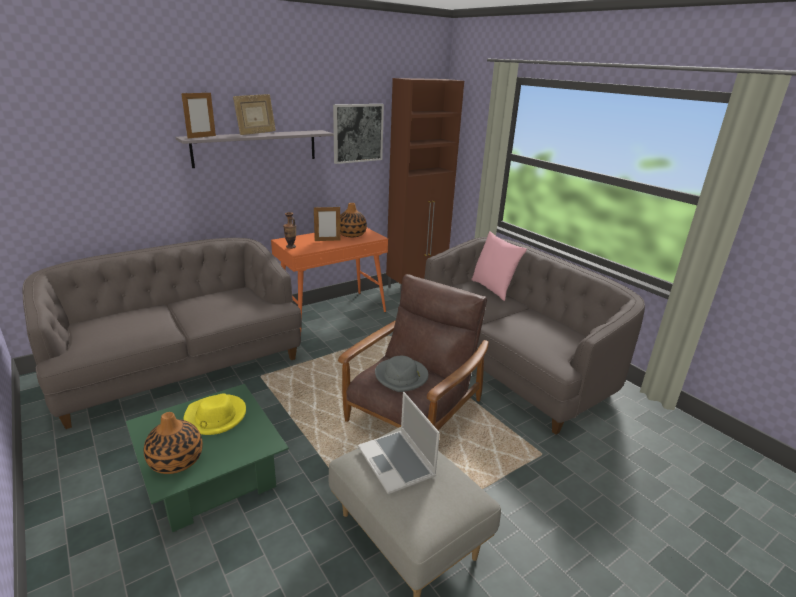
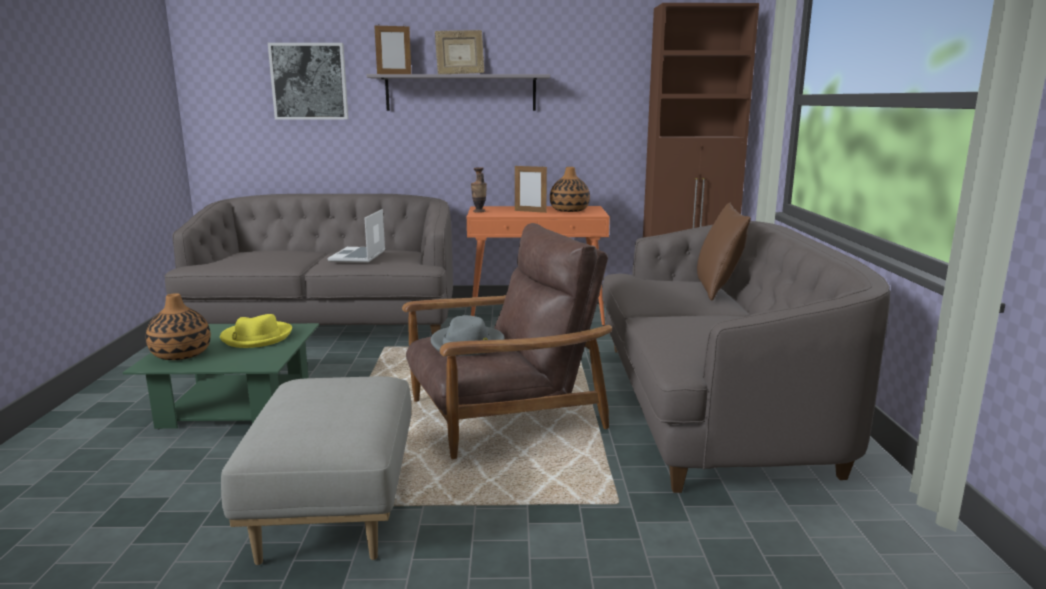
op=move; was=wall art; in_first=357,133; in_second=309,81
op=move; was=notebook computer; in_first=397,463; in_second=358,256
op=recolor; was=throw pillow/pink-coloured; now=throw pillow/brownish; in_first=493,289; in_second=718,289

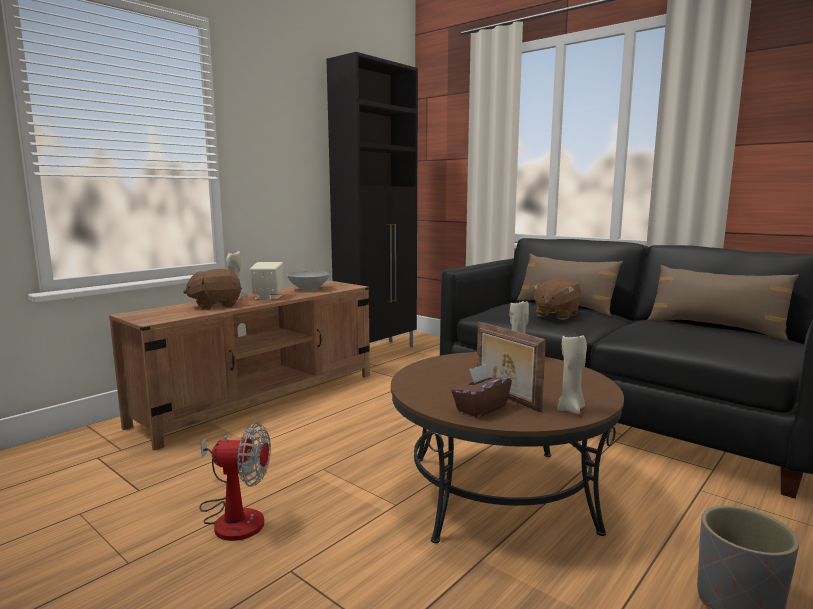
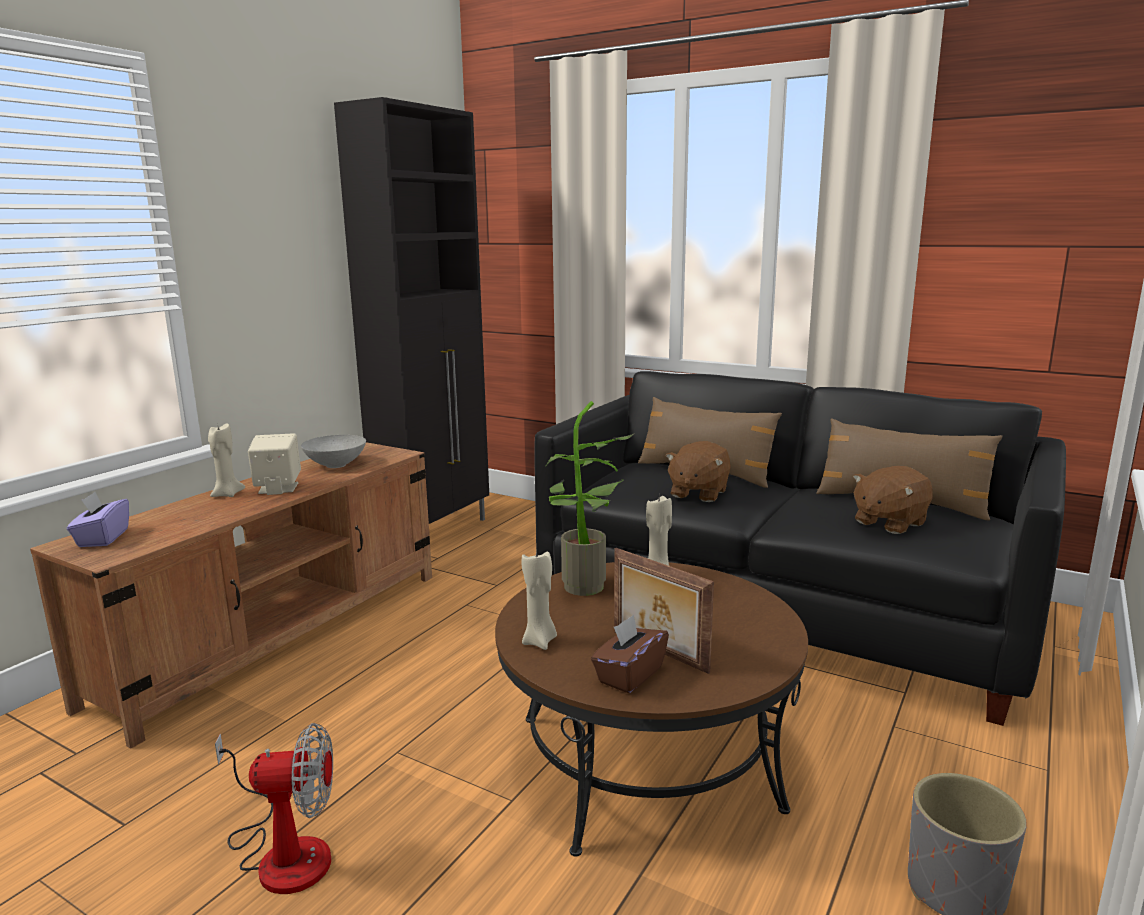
op=insert; now=tissue holder/purple-coloured; in_second=102,538
op=insert; now=houseplant; in_second=585,589
op=move; was=plush toy/brownish; in_first=215,305; in_second=889,522
op=move; was=candle/sand-coloured; in_first=571,409; in_second=540,641

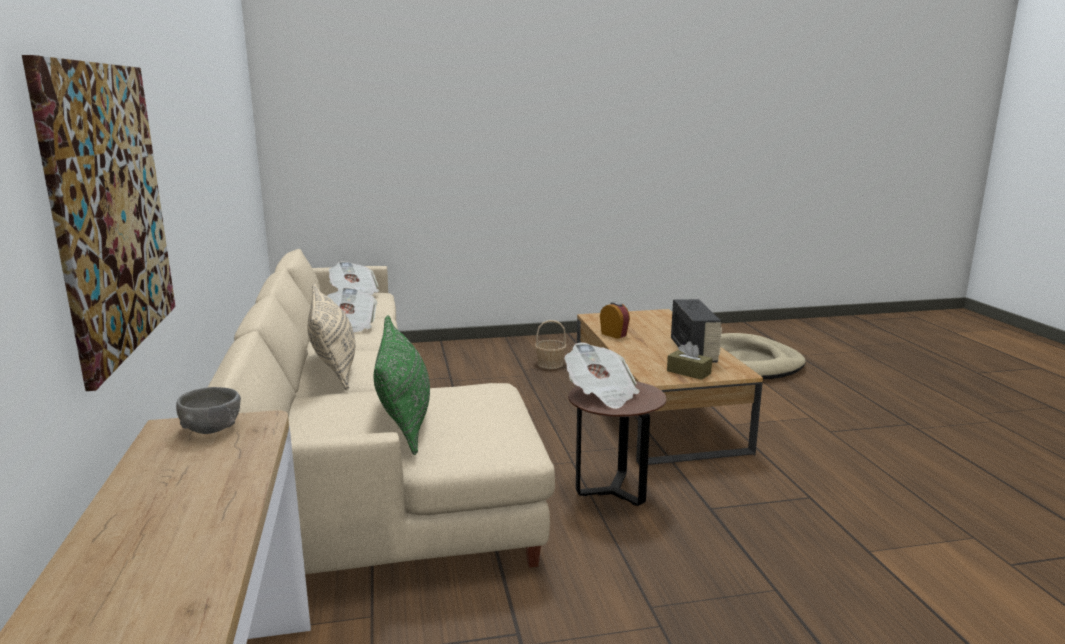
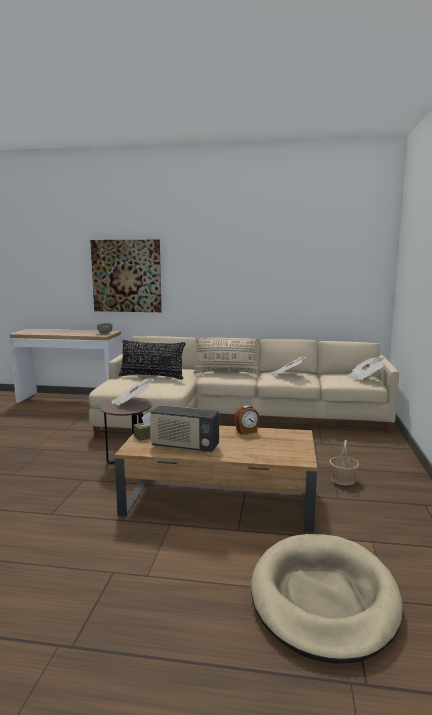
op=recolor; was=throw pillow/green-coloured; now=throw pillow/black-coloured; in_first=404,419; in_second=152,376

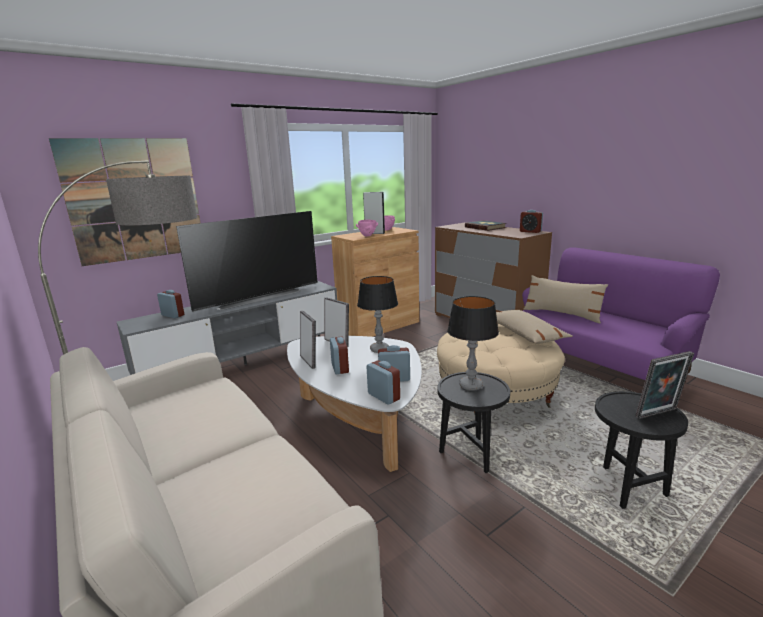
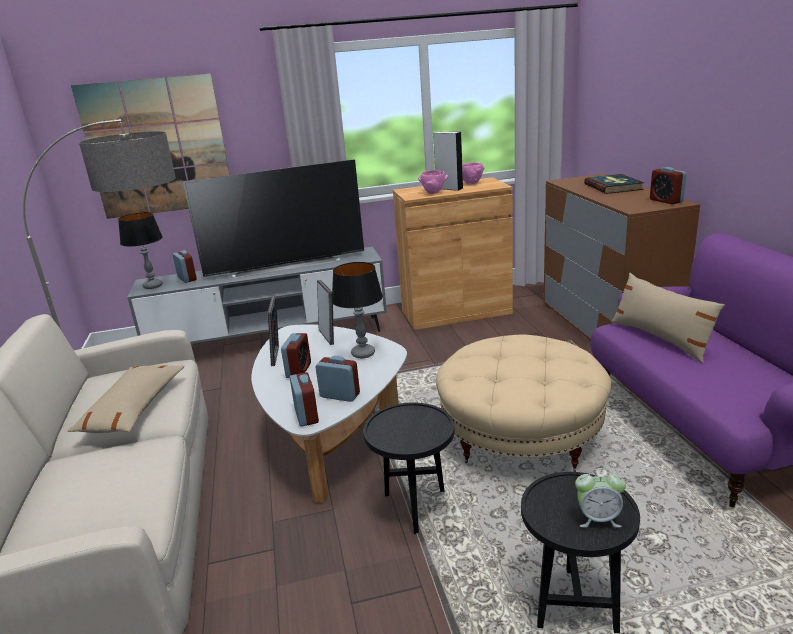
op=move; was=tabletop lamp; in_first=471,385; in_second=153,286
op=move; was=throw pillow/sand-coloured; in_first=525,334; in_second=133,409
op=replace; was=photo frame; now=alarm clock; in_first=658,414; in_second=598,519

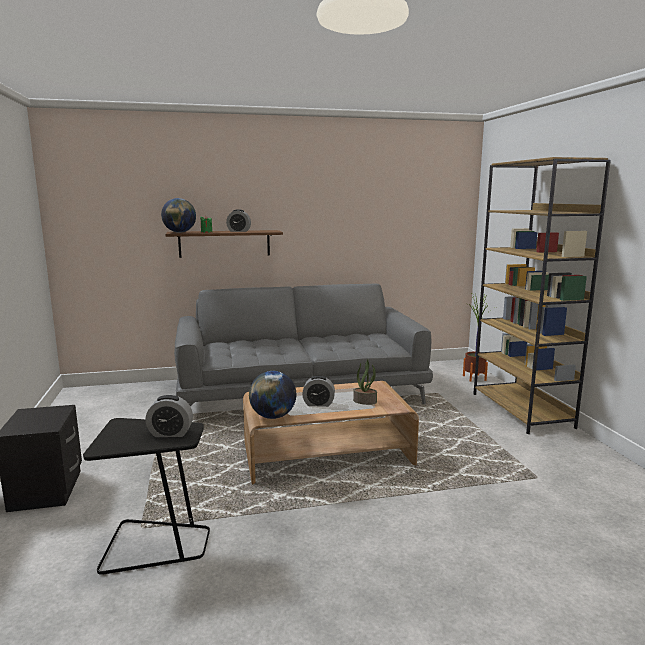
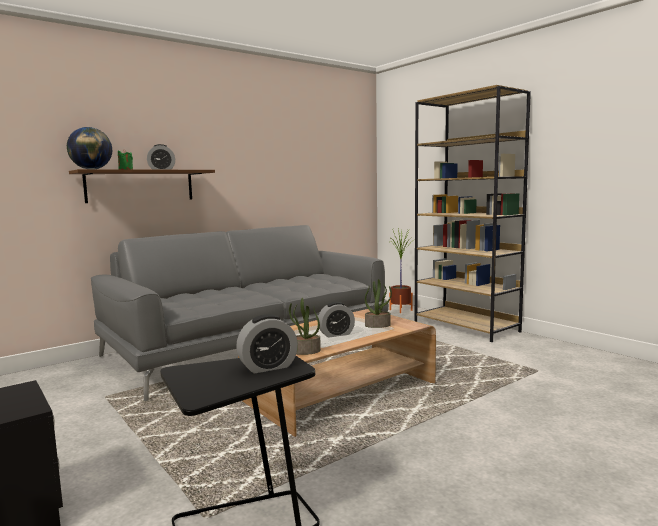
op=replace; was=world globe; now=houseplant; in_first=273,416; in_second=305,351

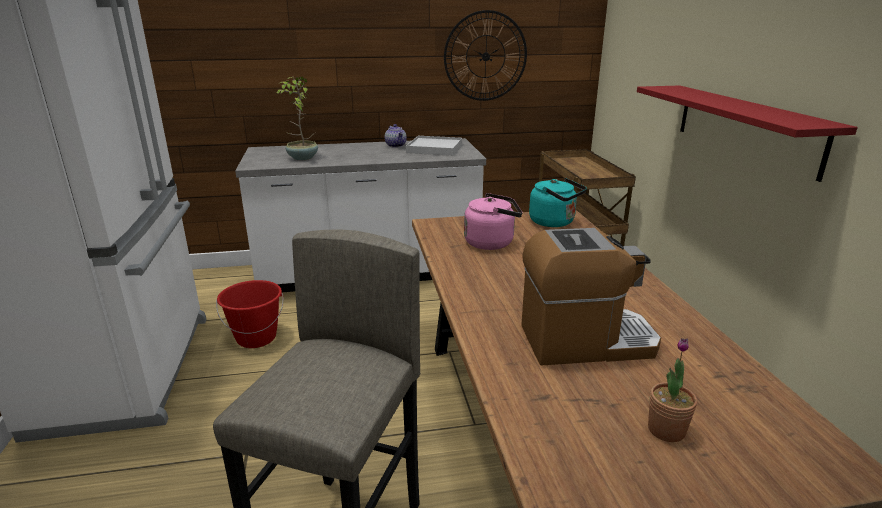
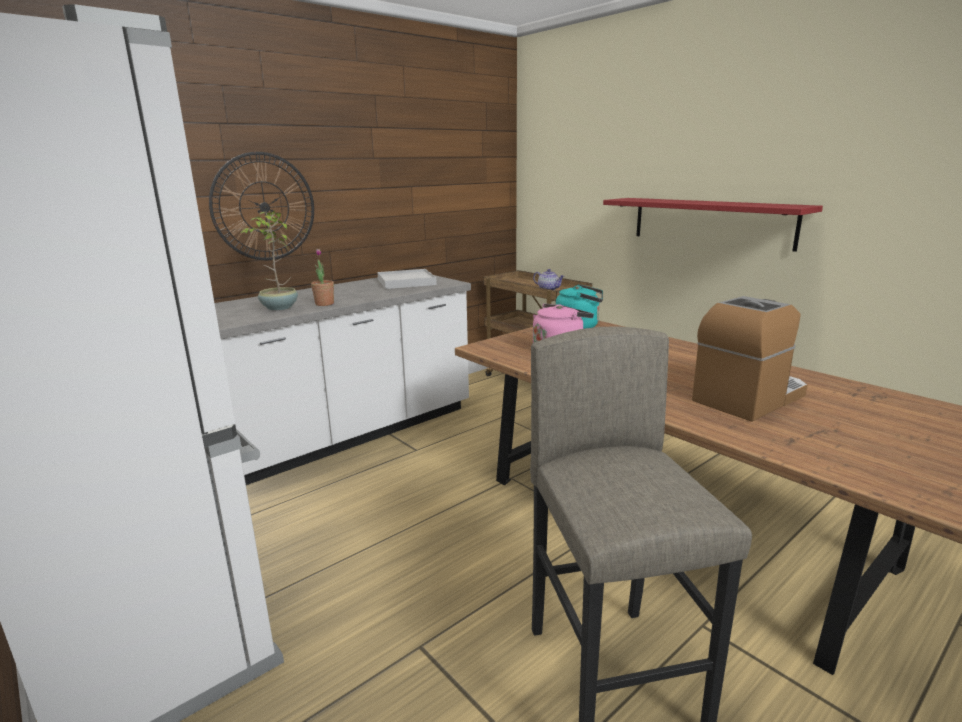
op=delete; was=bucket/red; in_first=256,338
op=move; was=pot for tea; in_first=396,145; in_second=548,289
op=move; was=clock on the wall; in_first=485,56; in_second=264,207
op=move; was=houseplant; in_first=666,430; in_second=324,304

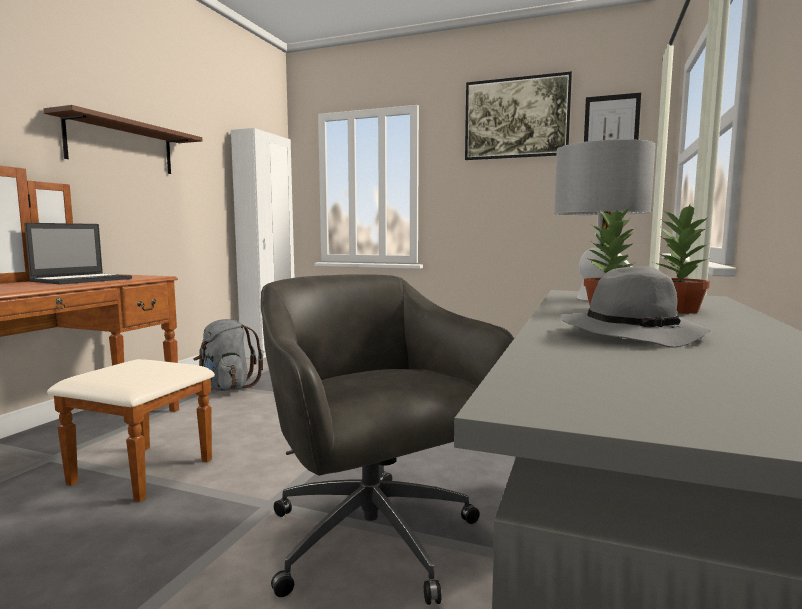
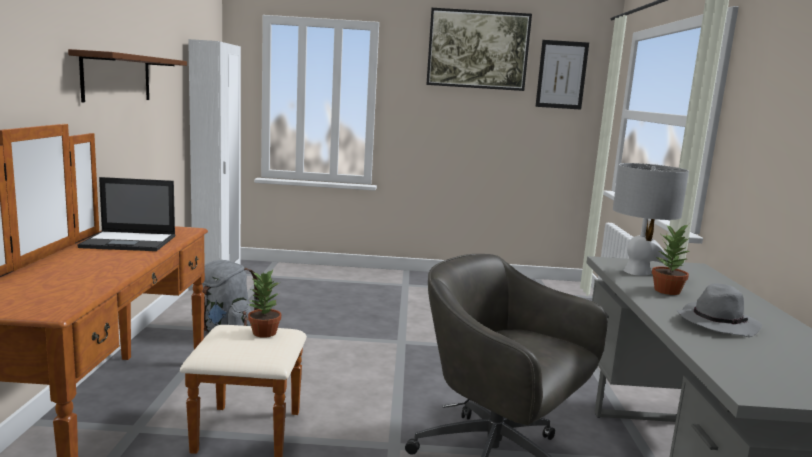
op=move; was=houseplant; in_first=676,310; in_second=263,333
op=rotate; was=notebook computer; in_first=83,280; in_second=130,242; clockwise=75

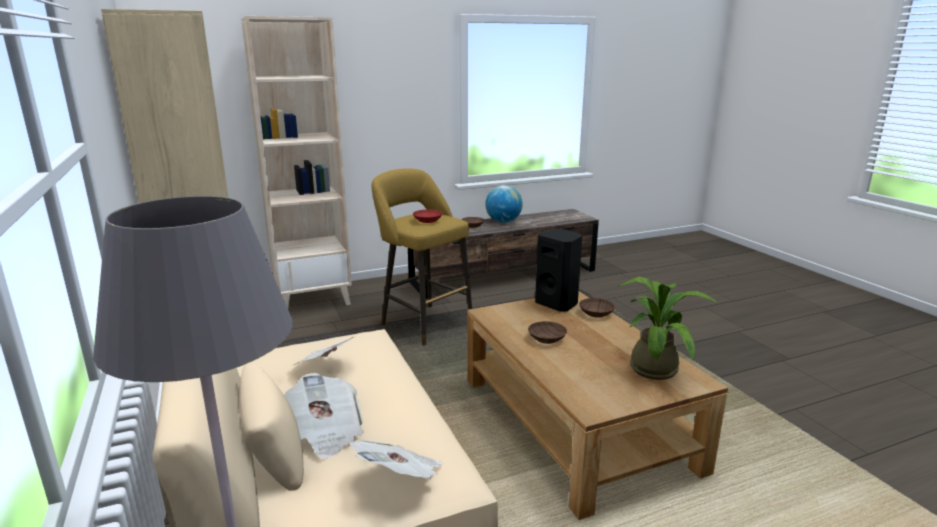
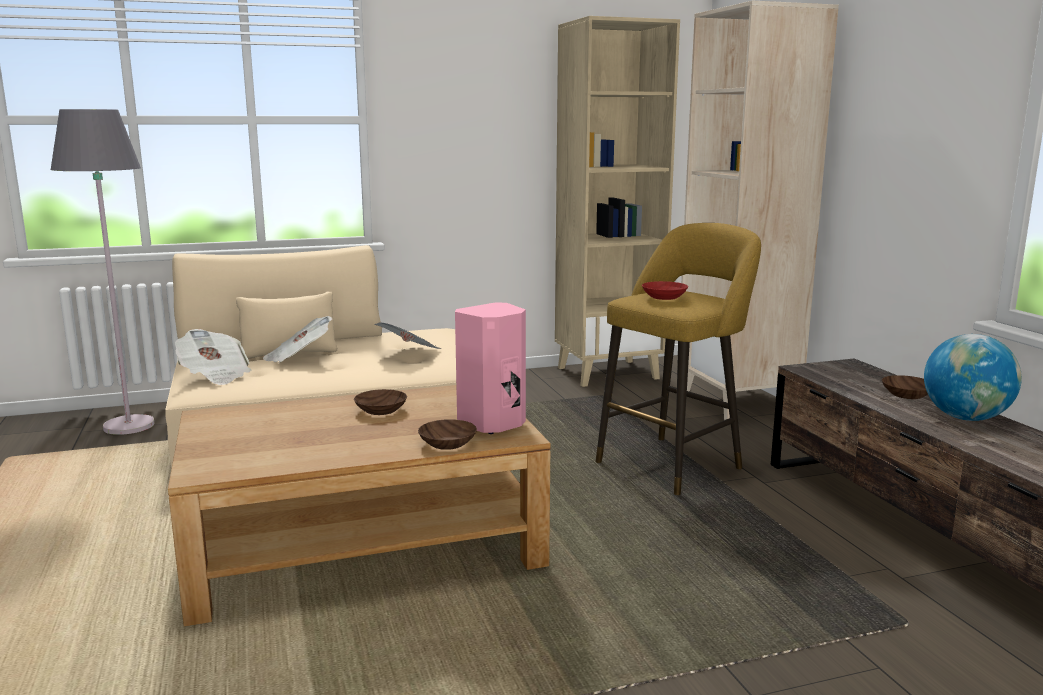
op=delete; was=houseplant; in_first=655,367
op=recolor; was=audio speaker/black-coloured; now=audio speaker/pink-coloured; in_first=557,304; in_second=493,424

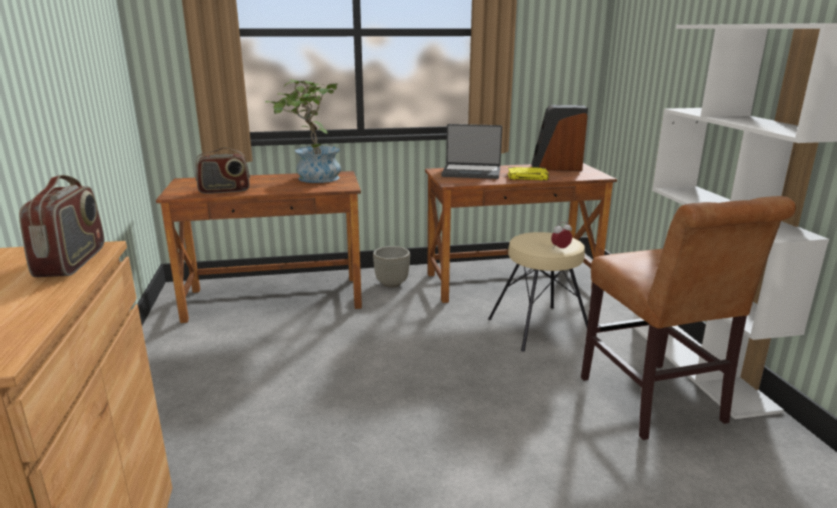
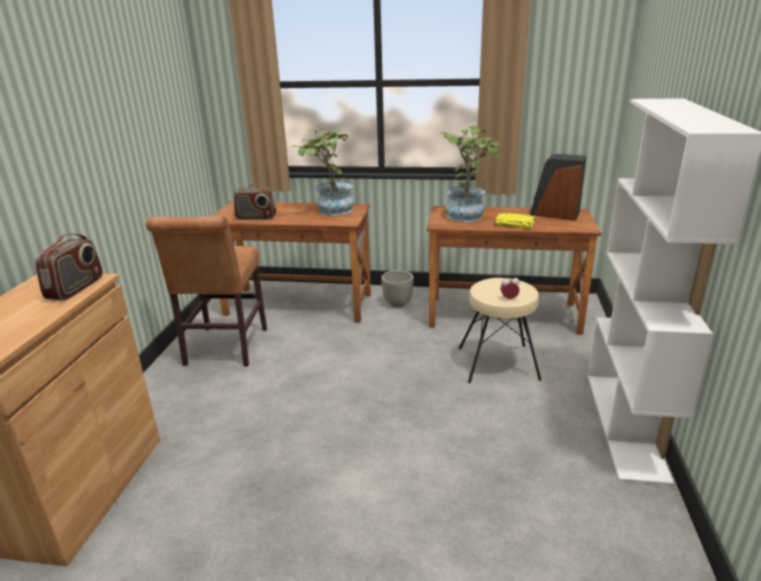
op=move; was=plain chair/brownish; in_first=655,404; in_second=224,349
op=replace; was=notebook computer; now=houseplant; in_first=471,172; in_second=468,214

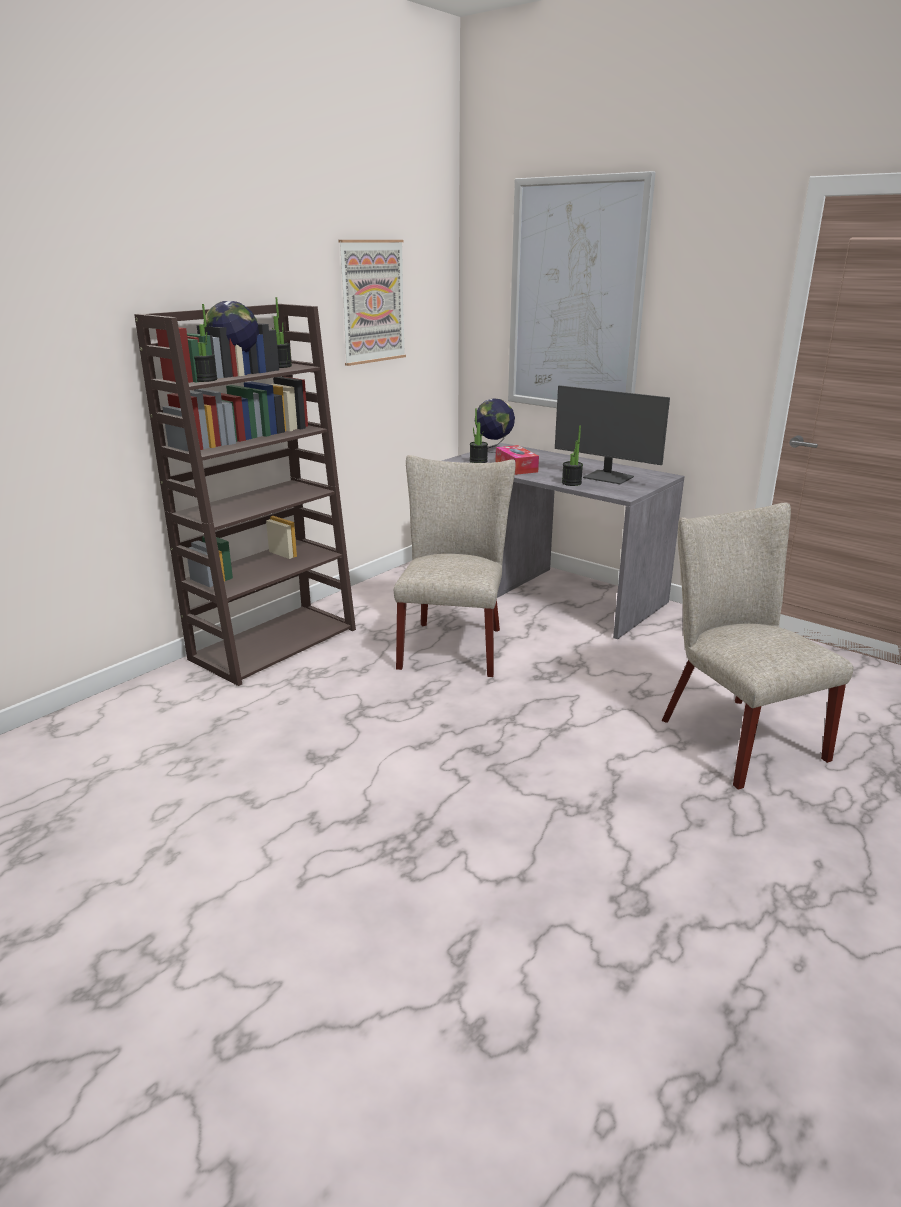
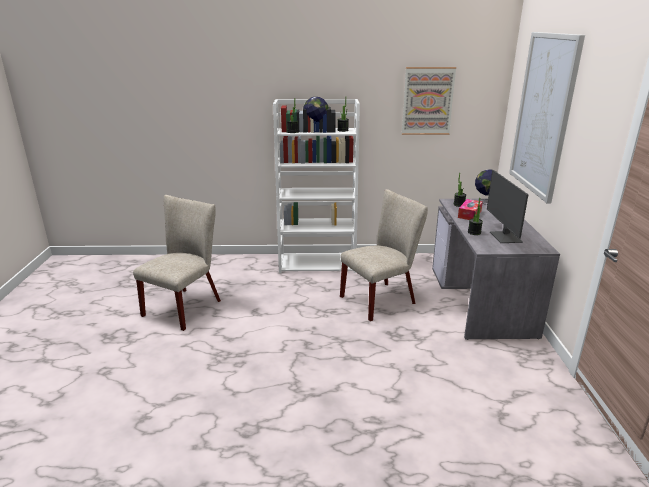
op=move; was=plain chair/sand-coloured; in_first=732,734; in_second=186,306
op=recolor; was=bookcase/brownish; now=bookcase/whitish; in_first=275,643; in_second=318,263

